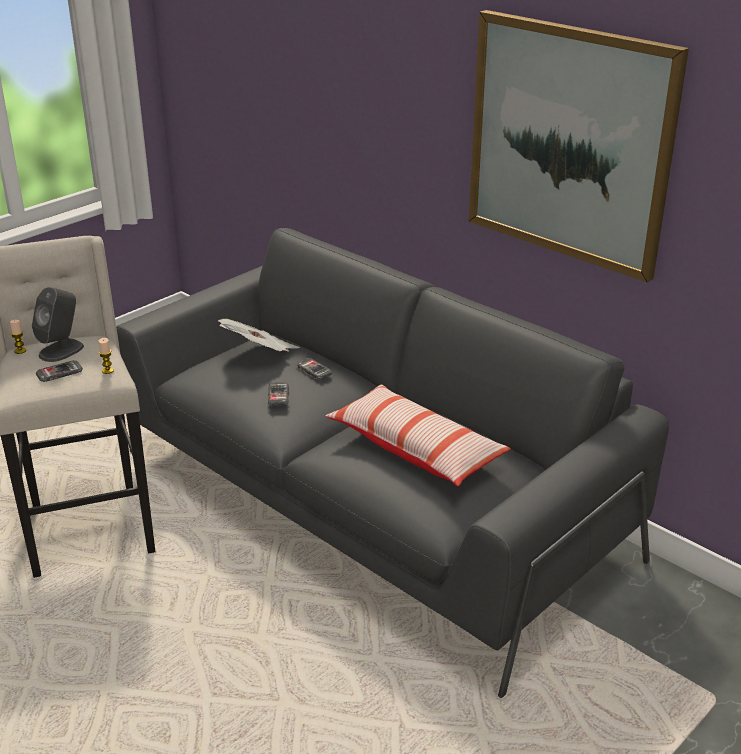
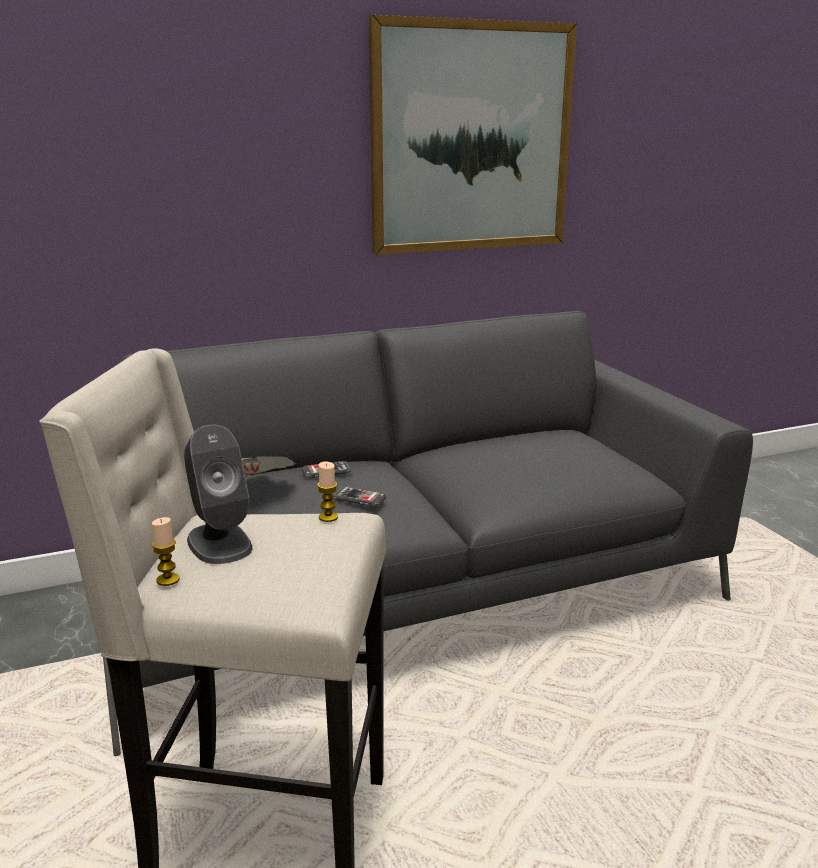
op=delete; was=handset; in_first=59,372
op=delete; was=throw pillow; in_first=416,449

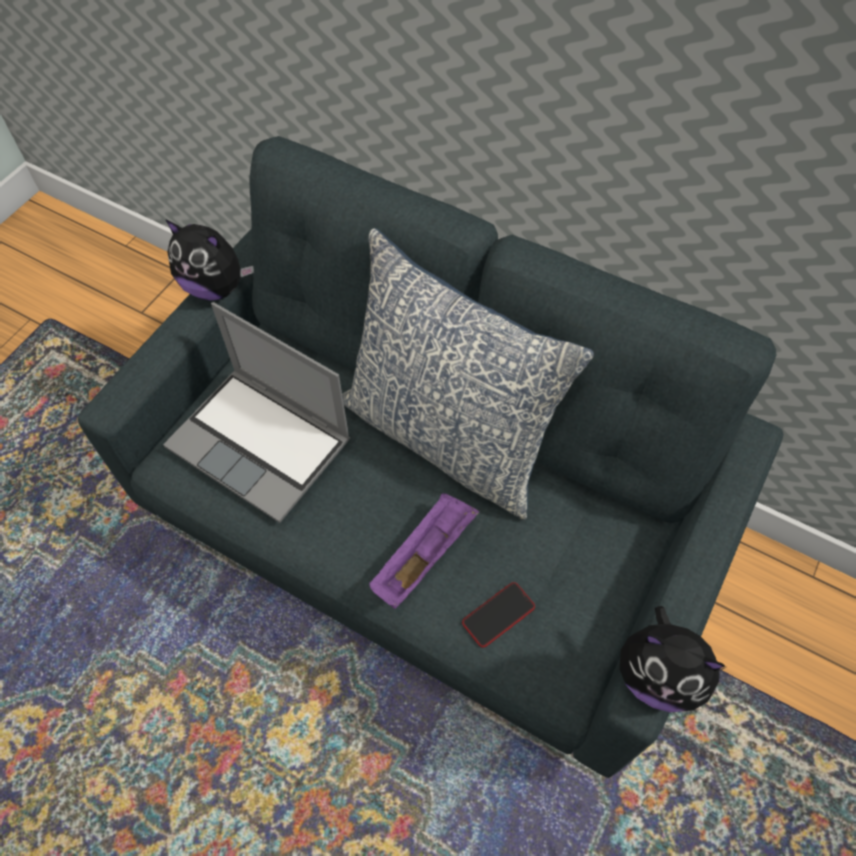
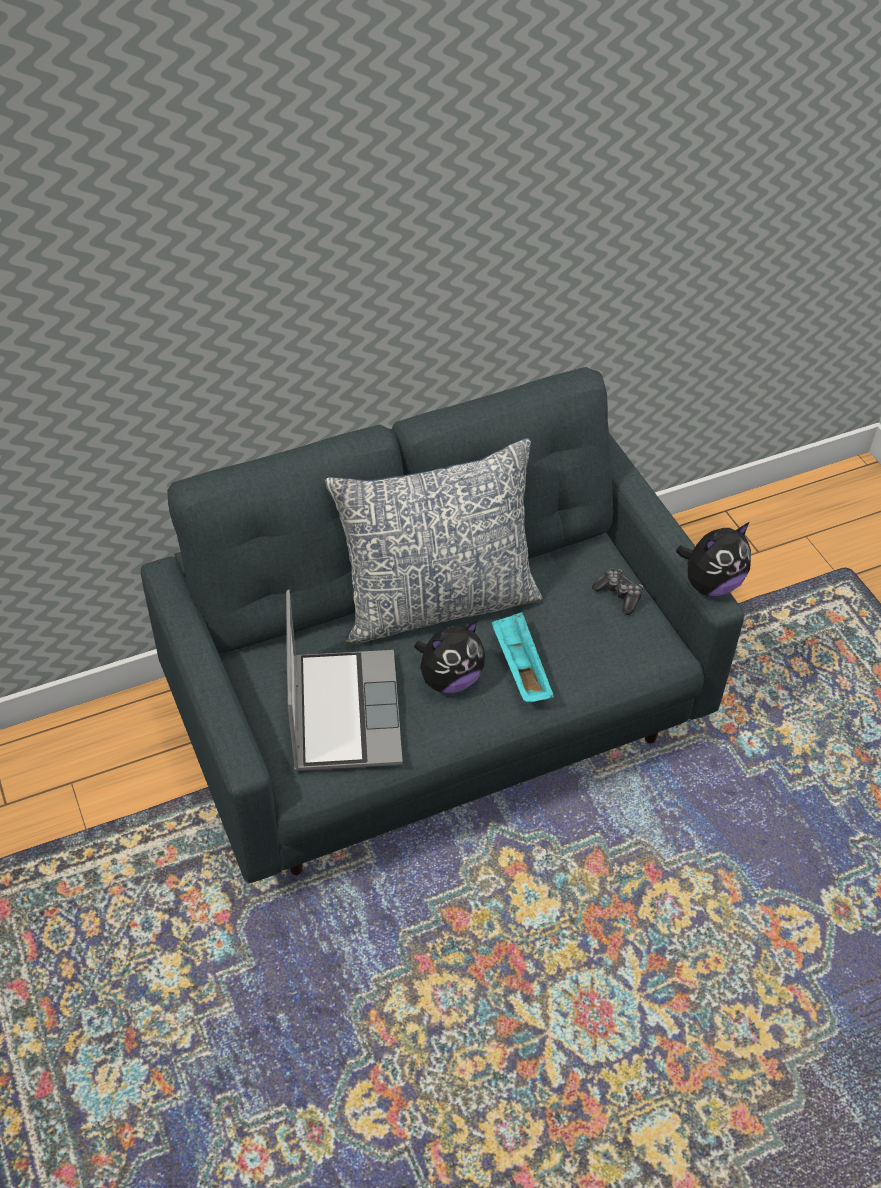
op=delete; was=handset; in_first=498,615
op=insert; now=gamepad; in_second=619,595
op=move; was=plush toy; in_first=215,287; in_second=449,679
op=recolor; was=tray/purple-coloured; now=tray/turquoise; in_first=424,555; in_second=520,668
op=rotate; was=notebook computer; in_first=262,444; in_second=342,711; clockwise=-75

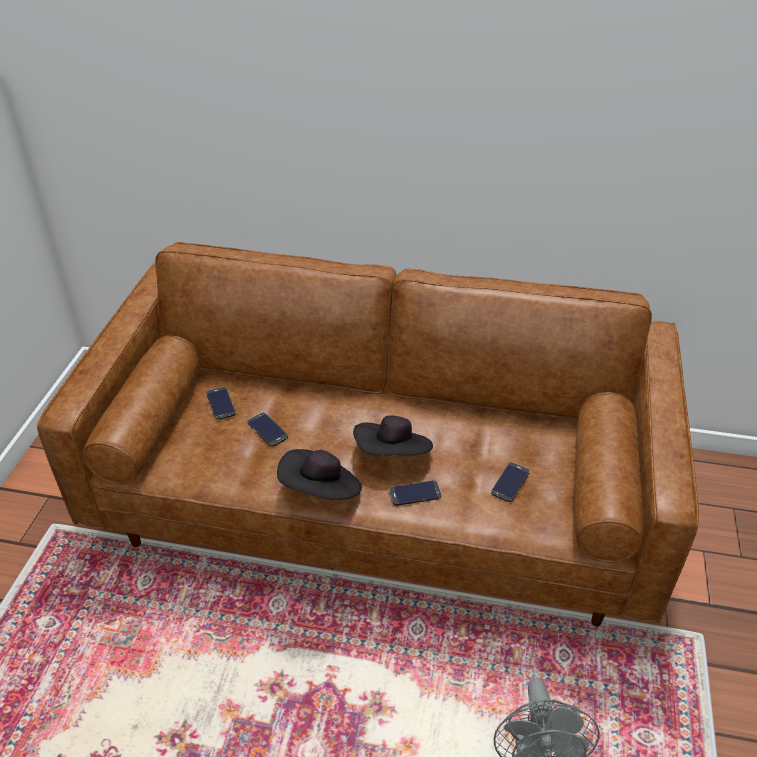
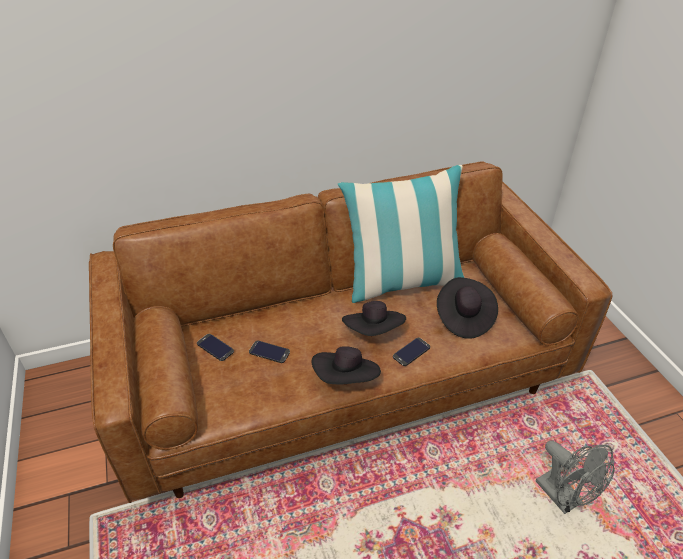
op=insert; now=throw pillow; in_second=403,283
op=replace; was=handset; now=hat/black-coloured; in_first=510,482; in_second=464,318

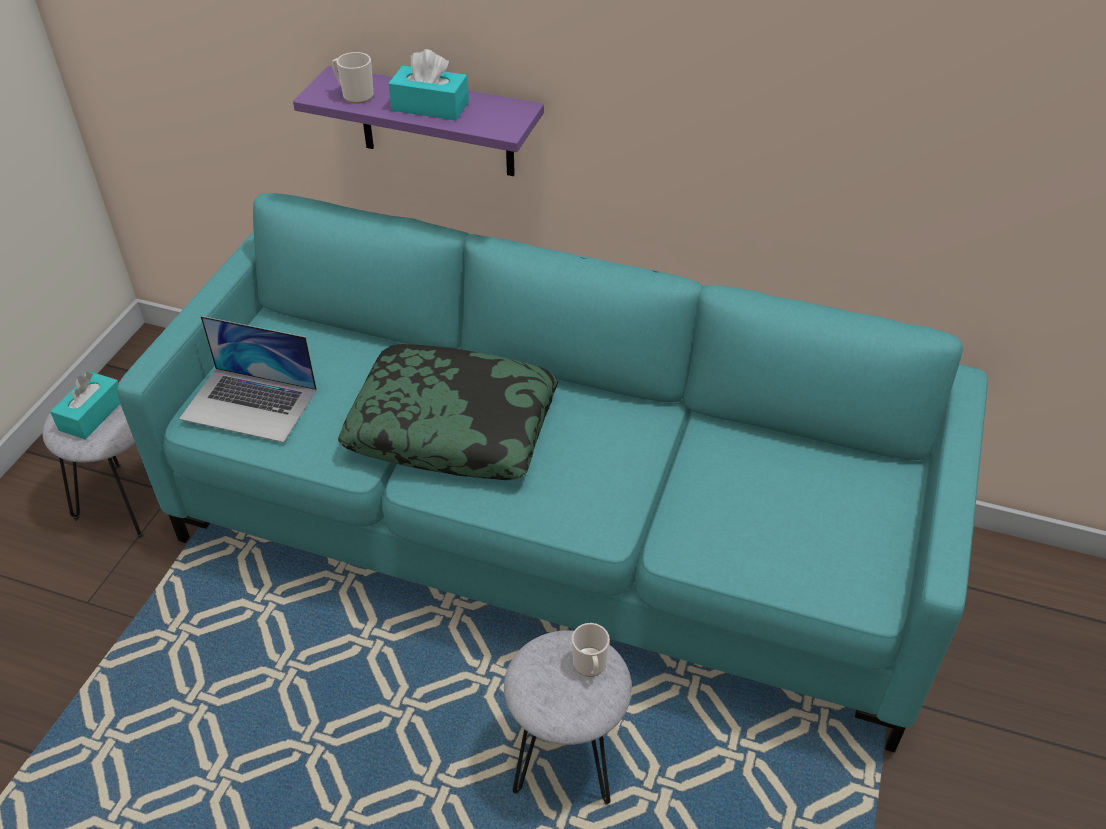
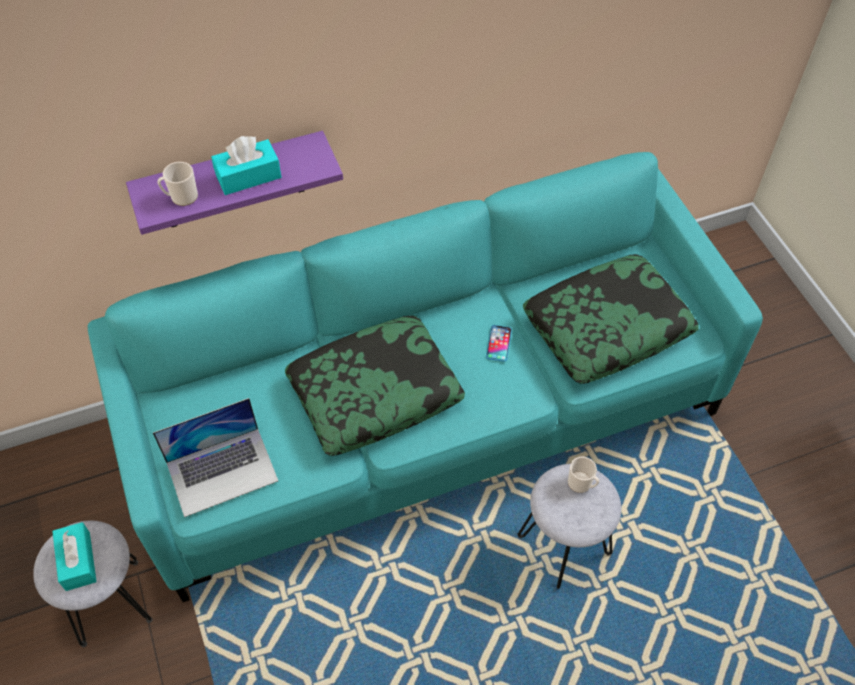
op=insert; now=handset; in_second=498,343
op=insert; now=throw pillow; in_second=607,327

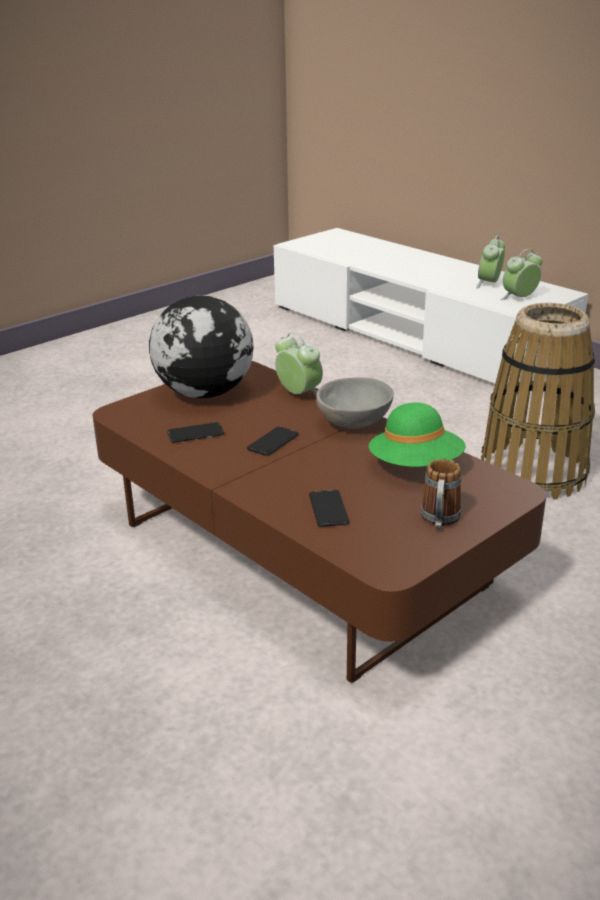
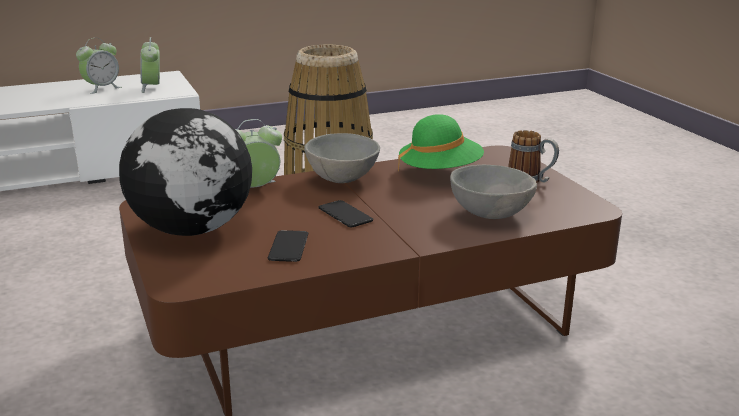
op=replace; was=handset; now=serving bowl/greyish; in_first=328,509; in_second=490,213
op=rotate; was=alarm clock; in_first=489,284; in_second=101,88; clockwise=-90

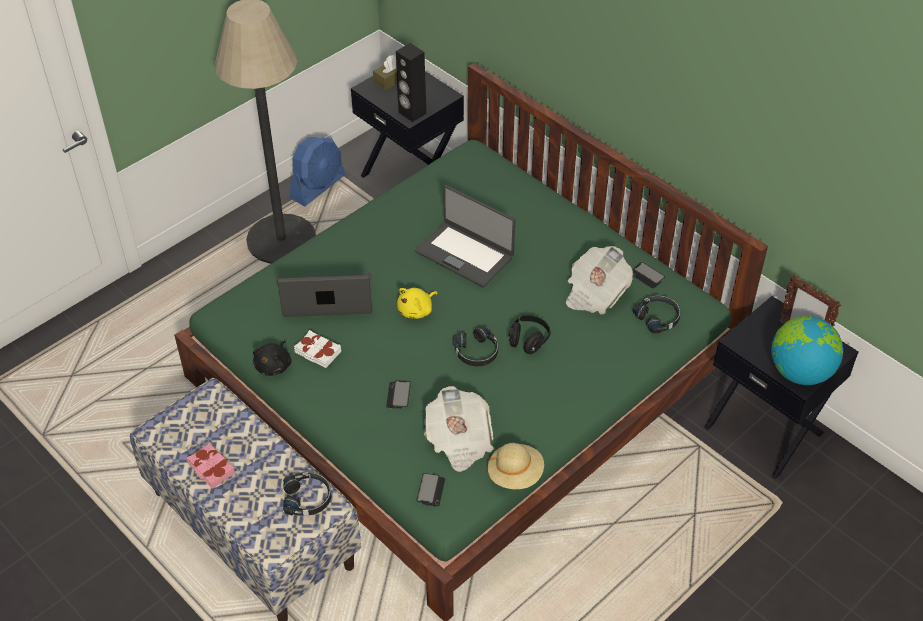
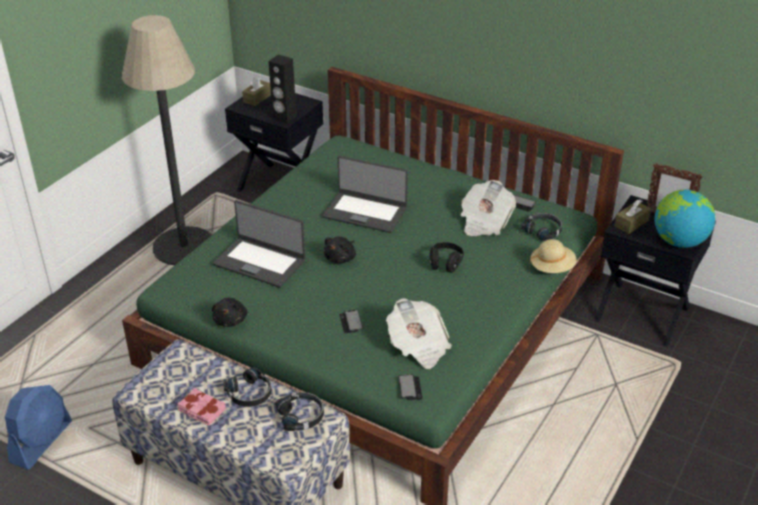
op=delete; was=book/whitish; in_first=317,352
op=insert; now=tissue holder/brownish; in_second=631,223
op=move; was=cooling fan/bluish; in_first=318,187; in_second=42,442
op=move; was=headphones/black-coloured; in_first=476,352; in_second=250,393
op=move; was=hat/sand-coloured; in_first=515,474; in_second=552,268
op=recolor; was=plush toy/yellow; now=plush toy/black-coloured; in_first=416,310; in_second=341,258
op=rotate; was=notebook computer; in_first=328,298; in_second=260,262; clockwise=-135

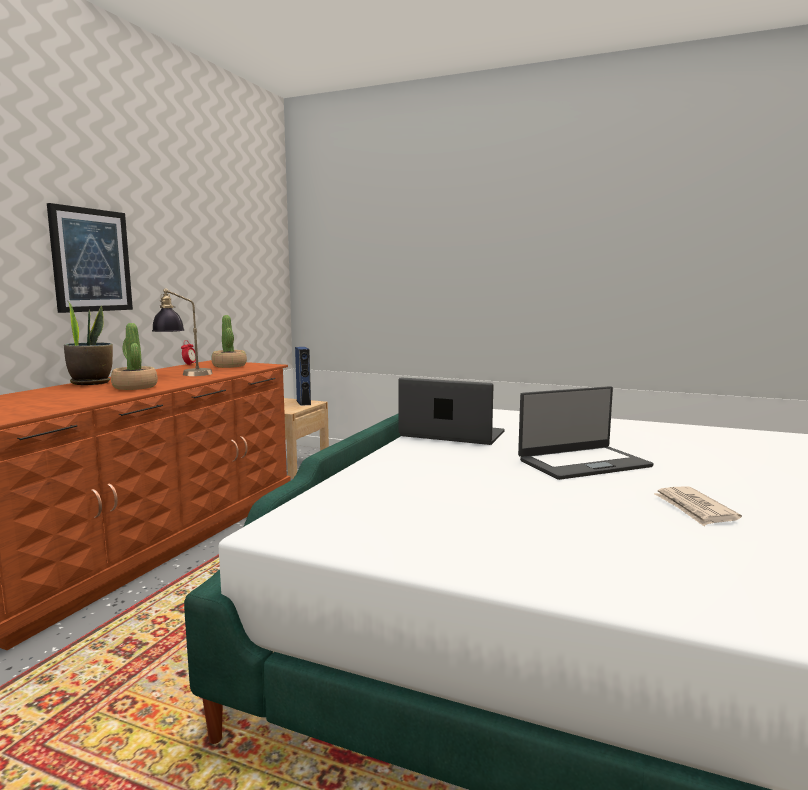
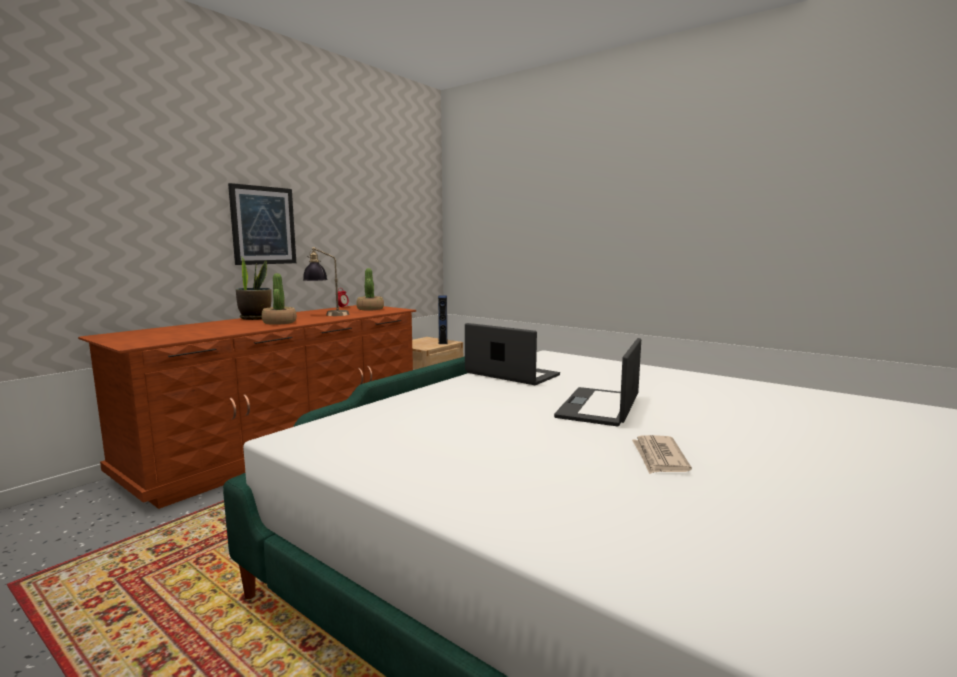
op=rotate; was=notebook computer; in_first=583,463; in_second=600,407; clockwise=120

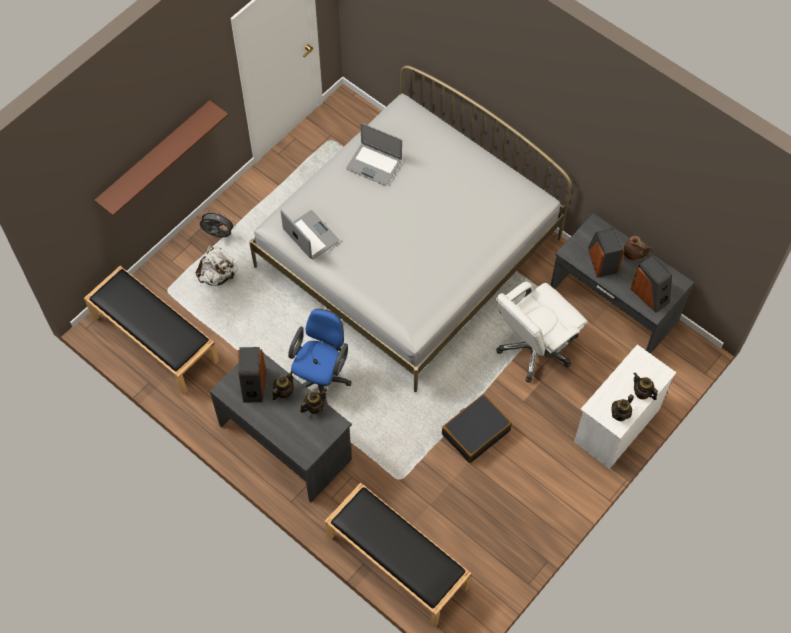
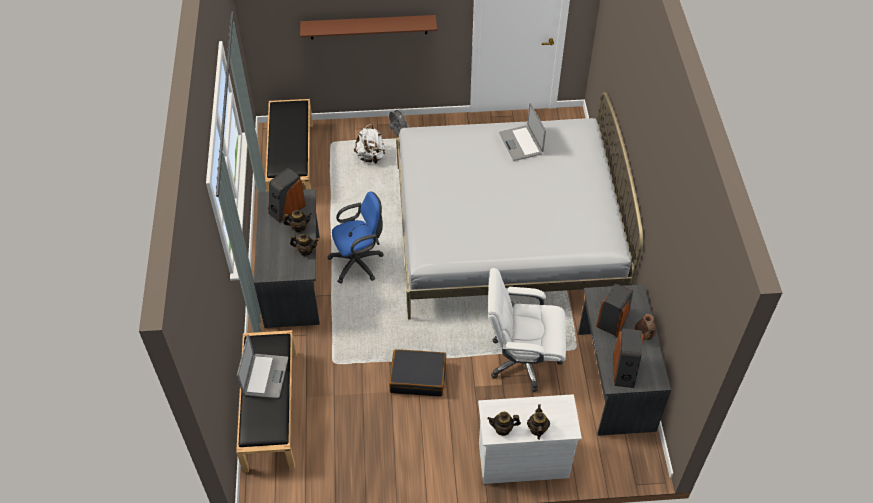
op=move; was=notebook computer; in_first=310,236; in_second=265,376

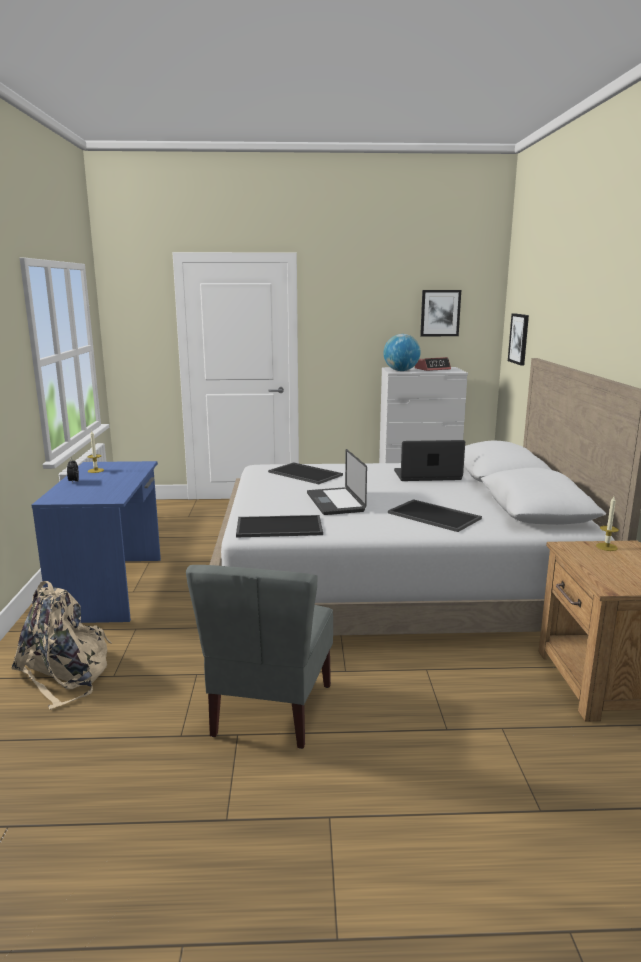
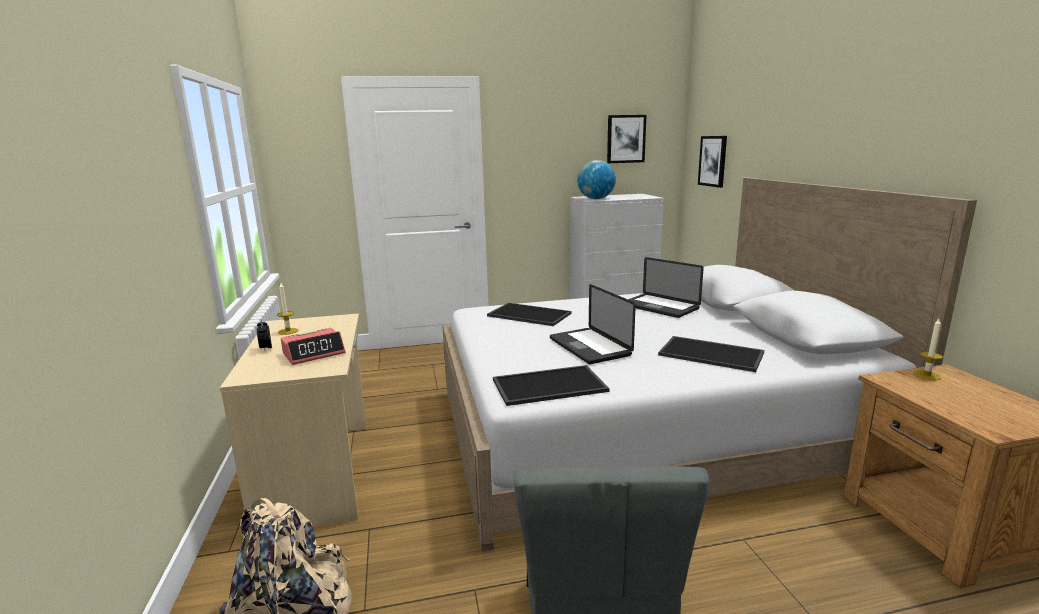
op=move; was=alarm clock; in_first=432,369; in_second=314,353
op=recolor; was=desk table/bluish; now=desk table/sand-coloured; in_first=112,587; in_second=319,472
op=rotate; was=notebook computer; in_first=427,475; in_second=660,307; clockwise=-120

